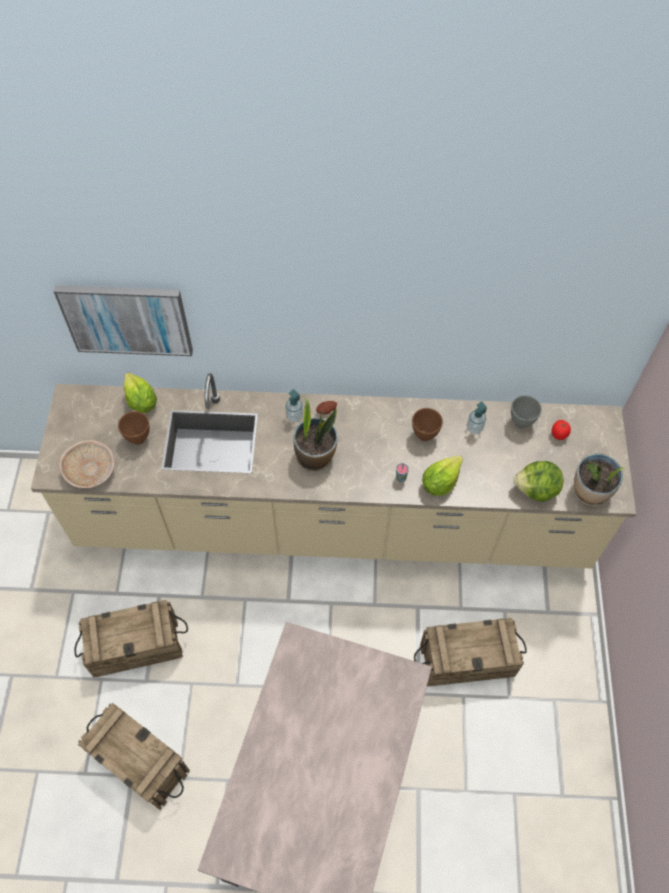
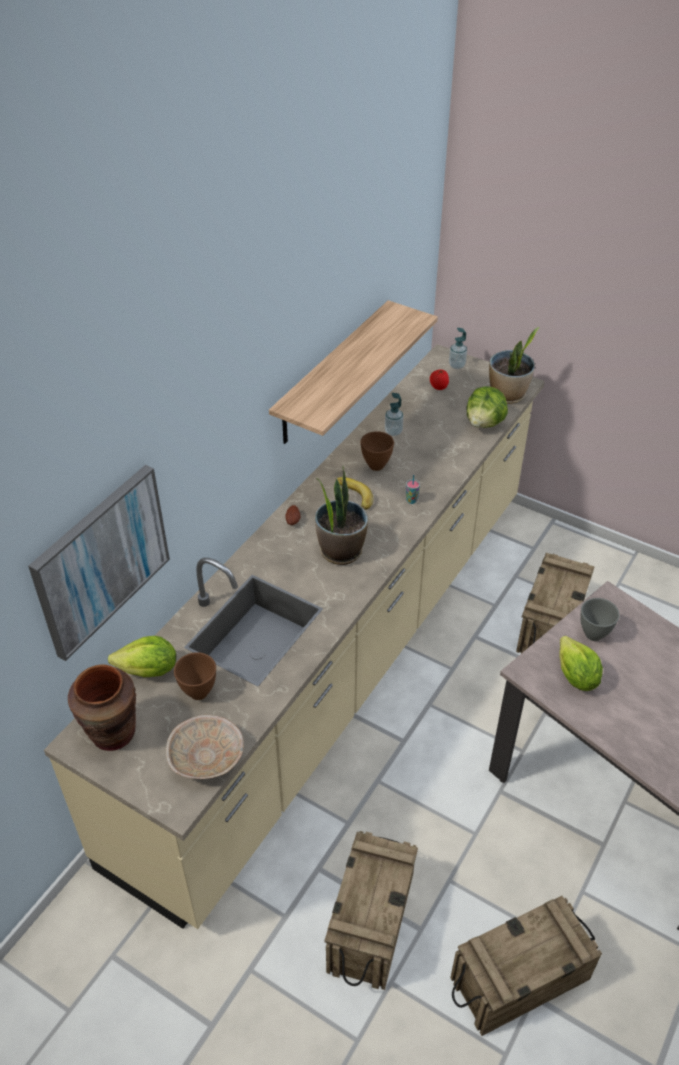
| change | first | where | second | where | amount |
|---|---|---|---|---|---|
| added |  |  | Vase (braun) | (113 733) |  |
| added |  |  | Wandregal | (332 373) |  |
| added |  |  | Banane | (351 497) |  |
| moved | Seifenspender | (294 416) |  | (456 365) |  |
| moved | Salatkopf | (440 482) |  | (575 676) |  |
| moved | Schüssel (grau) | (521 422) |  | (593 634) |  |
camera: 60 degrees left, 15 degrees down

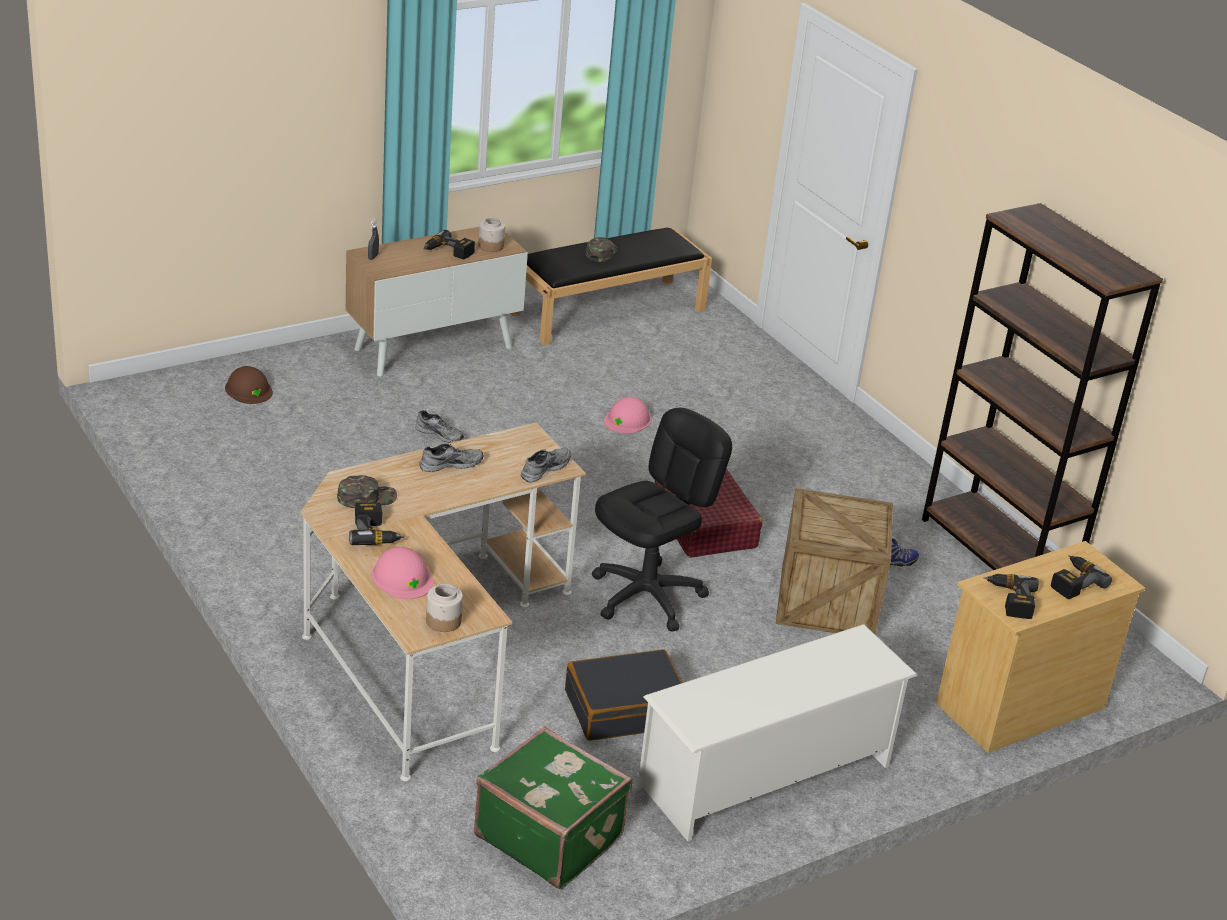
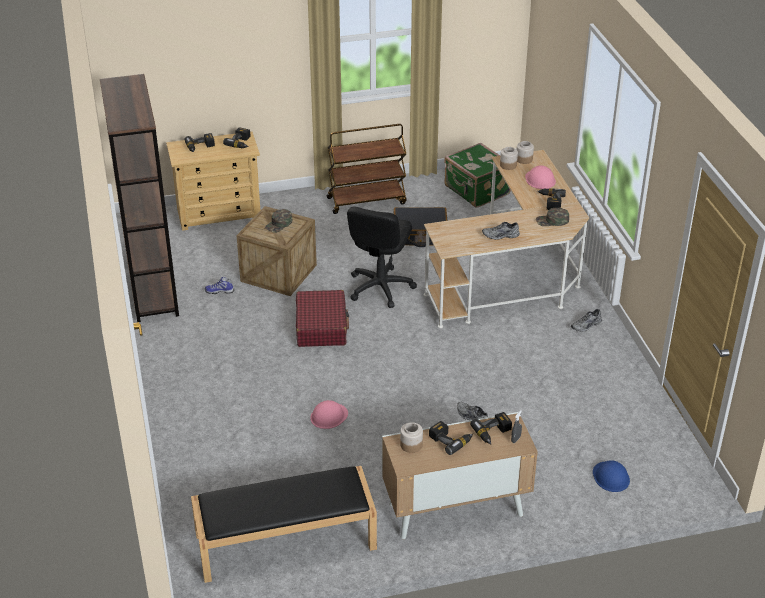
| change | first | where | second | where | amount |
|---|---|---|---|---|---|
| moved | Kappe (grün) | (601 253) |  | (279 224) |  |
| replaced | Schuhregal (weiß) | (766 776) | Rollwagen (braun) | (367 200) |  |
| turned | Bürostuhl (schwarz) | (647 596) |  | (380 287) | 45 degrees counterclockwise |
| added |  |  | Bohrmaschine | (493 433) |  |
| added |  |  | Vorratsglas | (508 165) |  |
| moved | Schuh (grau) | (544 468) |  | (586 325) |  |
| recoloured | Schutzhelm (braun) | (249 389) | Schutzhelm (blau) | (611 477) |  |
camera: 160 degrees left, 5 degrees up

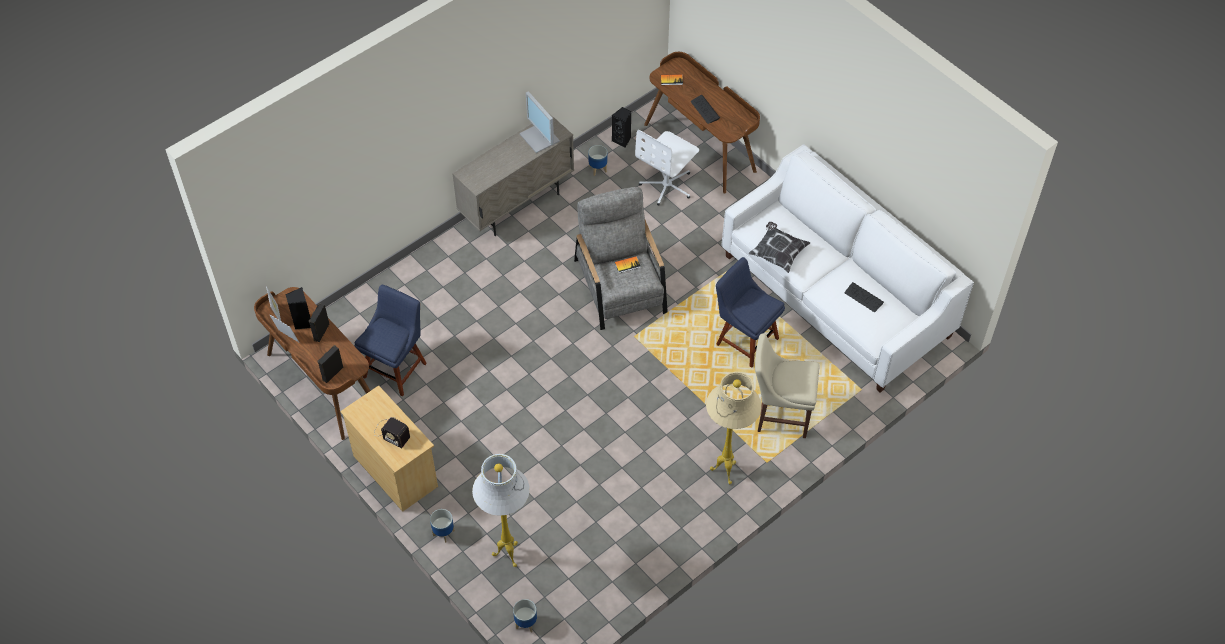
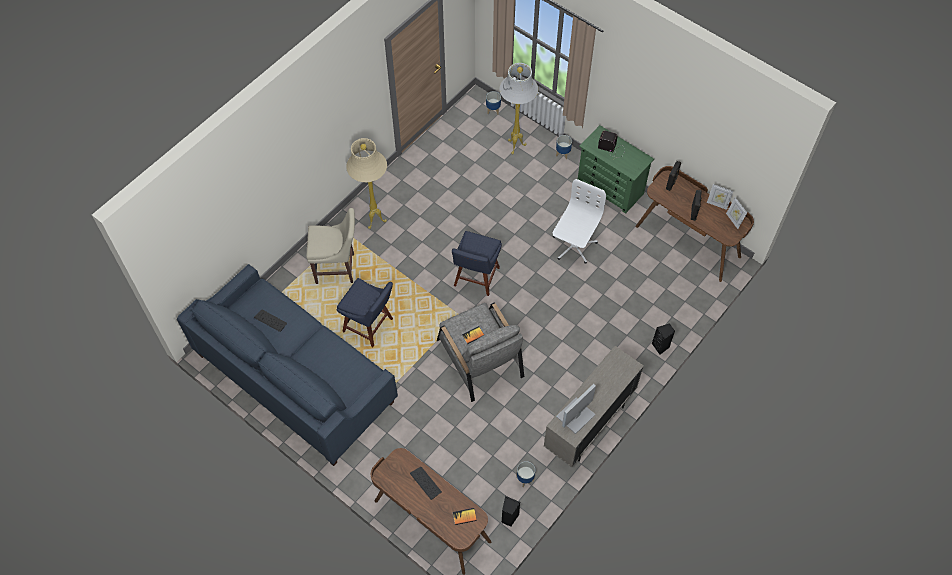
| change | first | where | second | where | amount |
|---|---|---|---|---|---|
| recoloured | Sofa (weiß) | (836 296) | Sofa (blau) | (295 378) |  |
| moved | Stuhl (blau) | (396 367) |  | (475 278) |  |
| moved | Bürostuhl (weiß) | (667 185) |  | (573 245) |  |
| turned | Monitor | (540 138) |  | (575 416) | 90 degrees counterclockwise |
| recoloured | Kommode (beige) | (395 470) | Kommode (grün) | (610 188) |  |
| moved | Lautsprecher (schwarz) | (302 322) |  | (661 346) |  |
| removed | Kissen | (778 253) |  |  |  |
camera: 170 degrees right, 5 degrees up

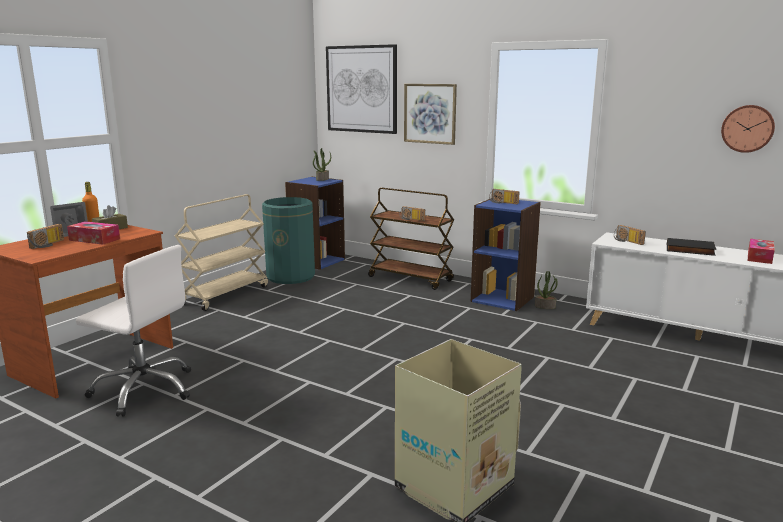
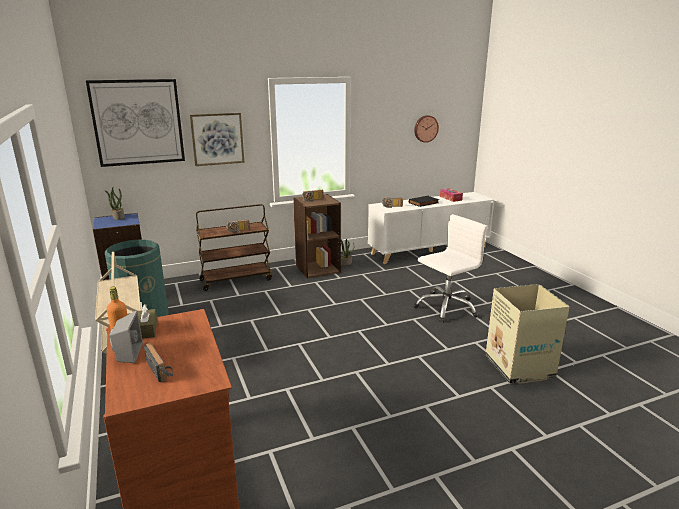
| change | first | where | second | where | amount |
|---|---|---|---|---|---|
| recoloured | Bücherregal (blau) | (503 299) | Bücherregal (braun) | (317 268) |  |
| moved | Bürostuhl (weiß) | (144 389) |  | (446 307) |  |
| removed | Taschentuchbox | (94 239) |  |  |  |
camera: 55 degrees left, 5 degrees up

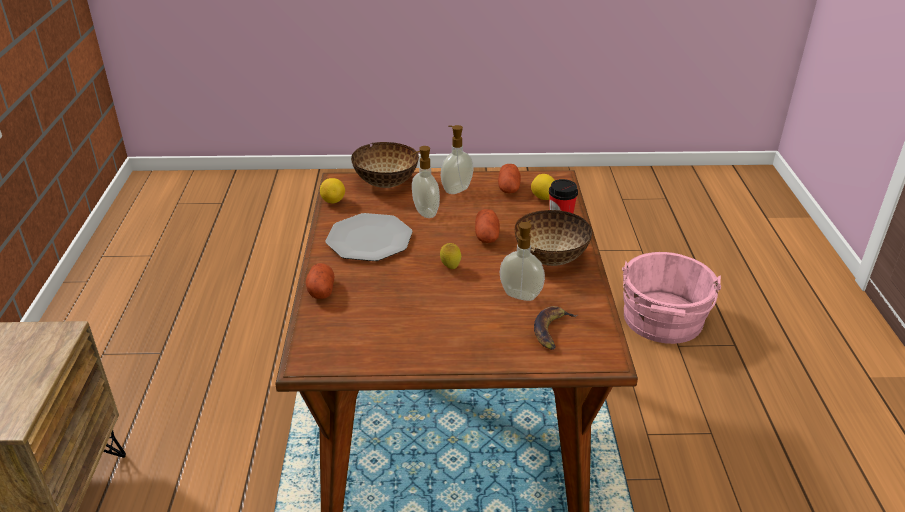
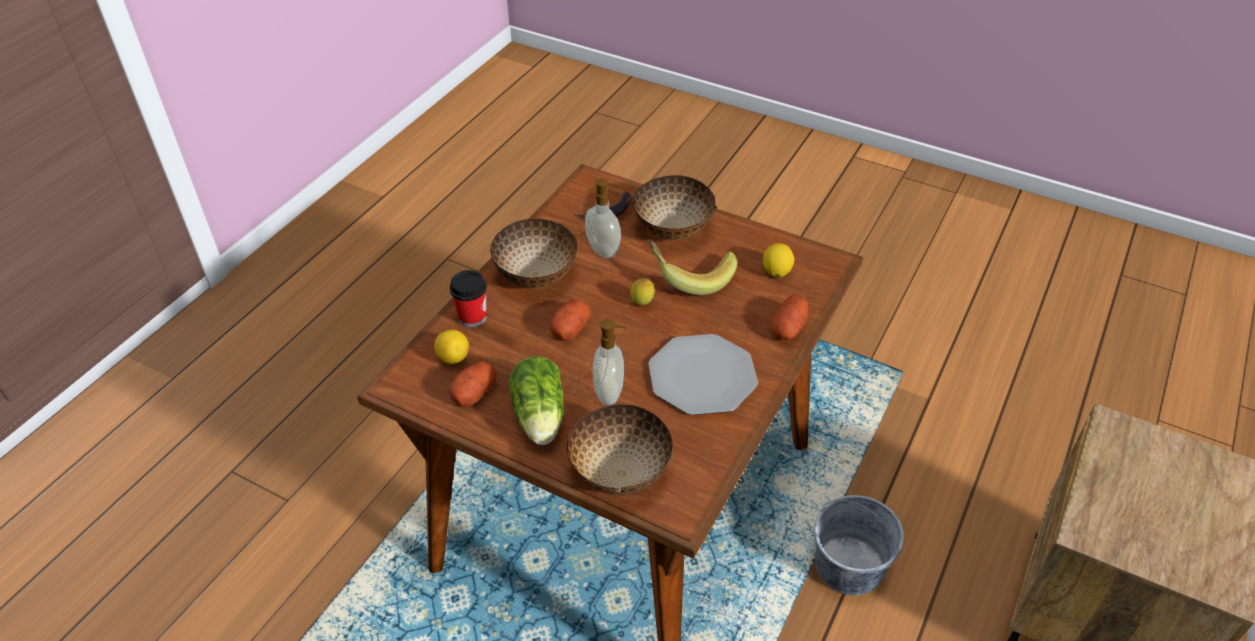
| change | first | where | second | where | amount |
|---|---|---|---|---|---|
| replaced | Seifenspender | (456 189) | Salatkopf | (539 418) |  |
| added |  |  | Schüssel | (672 230) |  |
| added |  |  | Banane | (690 276) |  |
| moved | Zitrone | (333 201) |  | (776 272) |  |
| added |  |  | Eimer (grau) | (849 566) |  |
| removed | Eimer (rosa) | (662 321) |  |  |  |
camera: 150 degrees left, 10 degrees up

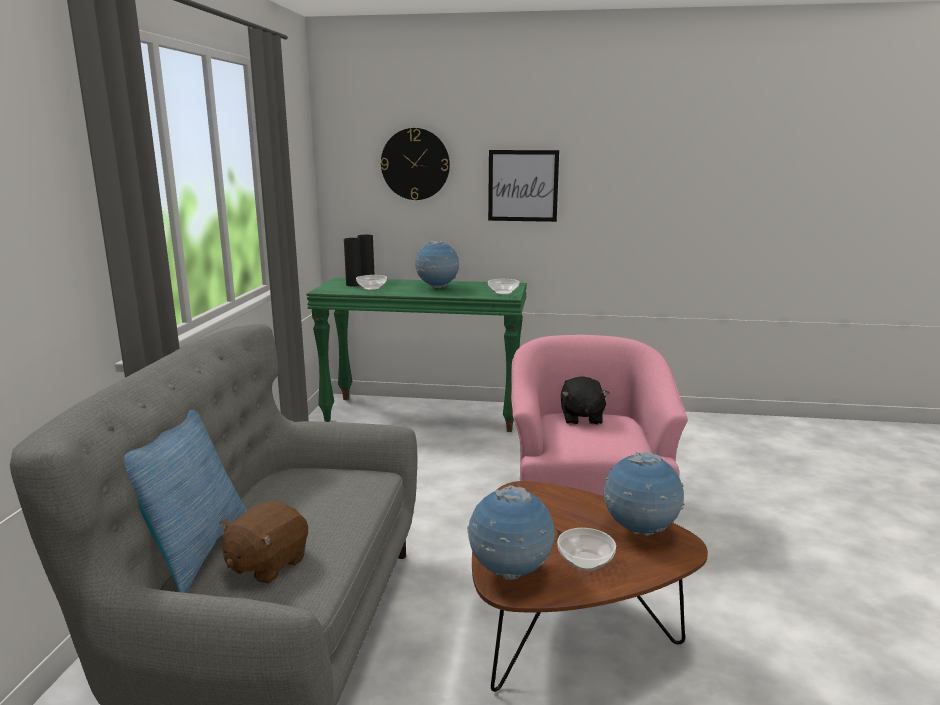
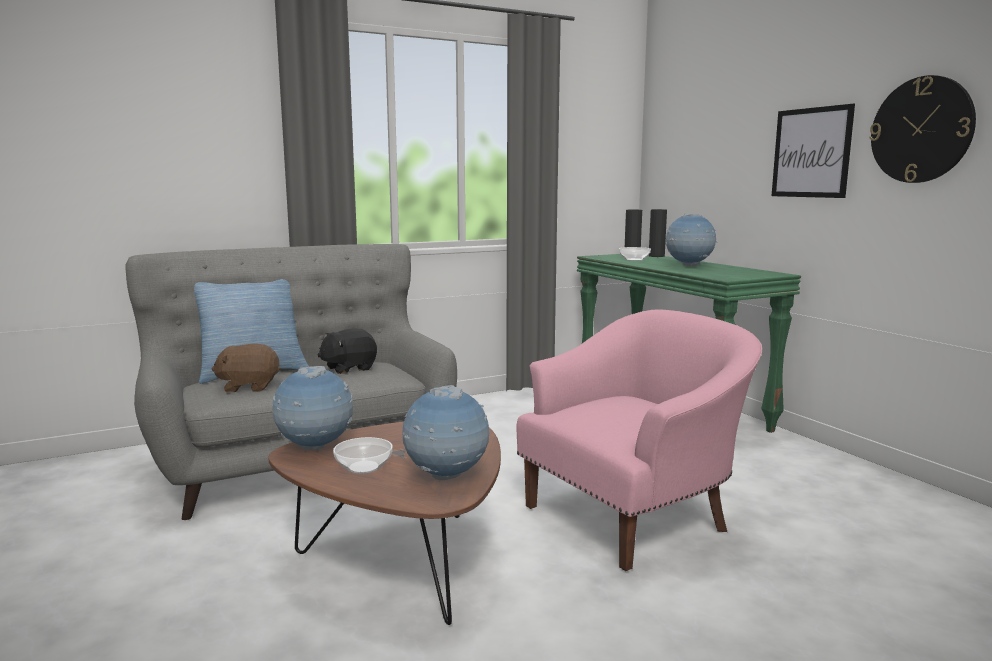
| change | first | where | second | where | amount |
|---|---|---|---|---|---|
| moved | Plüschtier (schwarz) | (581 418) |  | (349 368) |  |
| moved | Wanduhr | (415 164) |  | (921 130) |  |
| removed | Schüssel | (503 293) |  |  |  |
camera: 55 degrees right, 5 degrees down

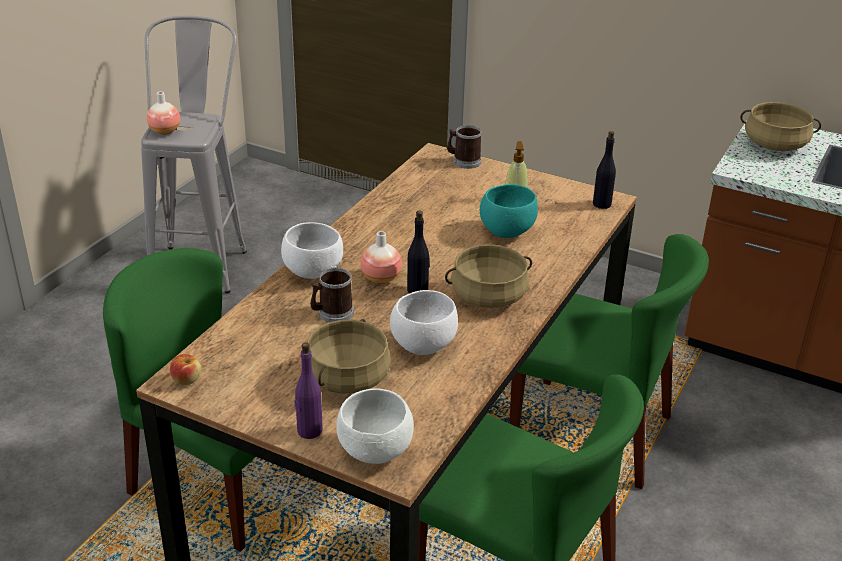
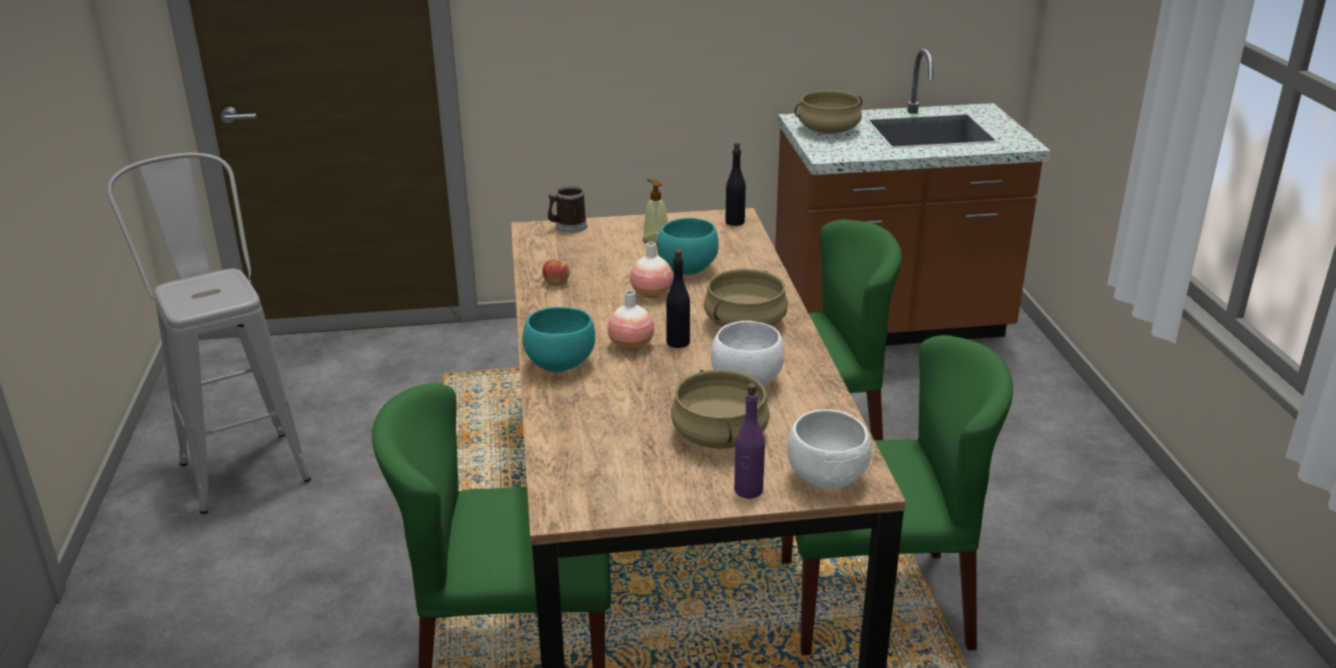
| change | first | where | second | where | amount |
|---|---|---|---|---|---|
| recoloured | Schüssel (weiß) | (314 272) | Schüssel (türkis) | (560 364) |  |
| moved | Apfel | (186 379) |  | (556 282) |  |
| moved | Vase | (165 131) |  | (651 293) |  |
| removed | Henkelbecher | (332 313) |  |  |  |
camera: 35 degrees left, 5 degrees down

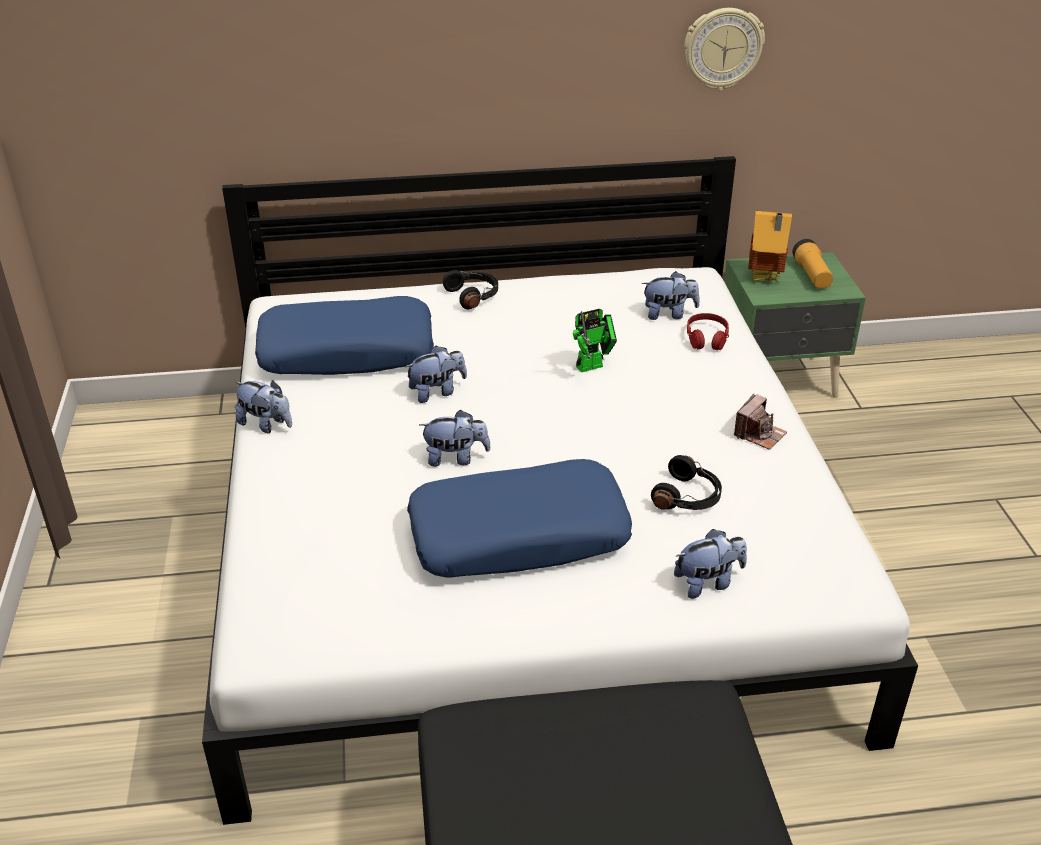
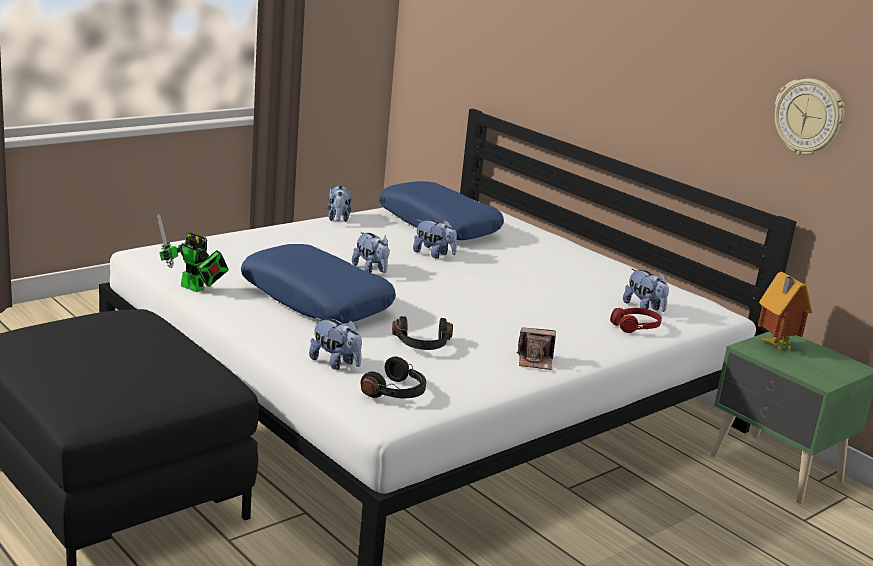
| change | first | where | second | where | amount |
|---|---|---|---|---|---|
| moved | Spielzeugroboter | (593 365) |  | (195 288) |  |
| moved | Kopfhörer (schwarz) | (473 296) |  | (396 393) |  |
| removed | Taschenlampe | (811 275) |  |  |  |
camera: 55 degrees right, 15 degrees down

